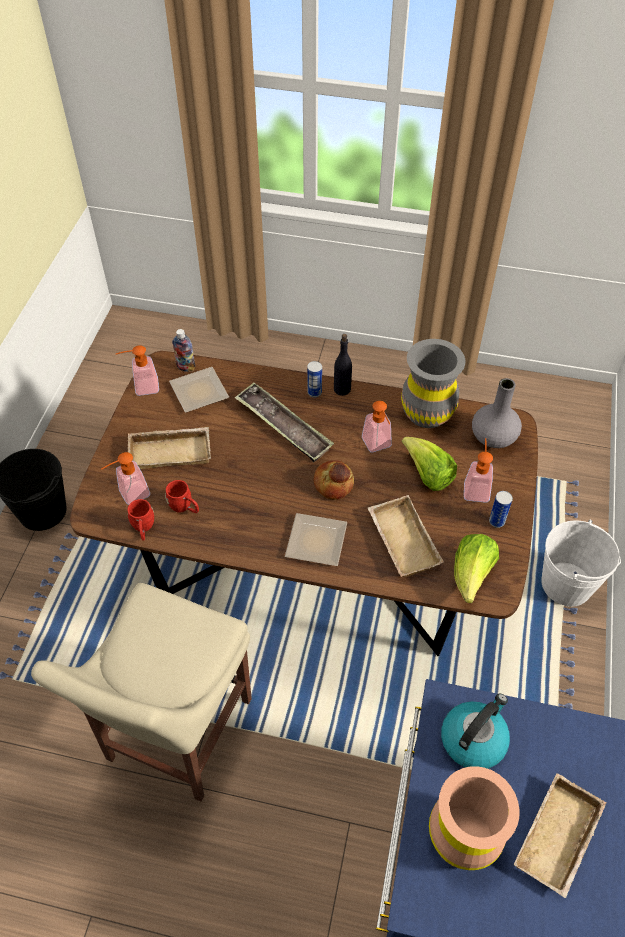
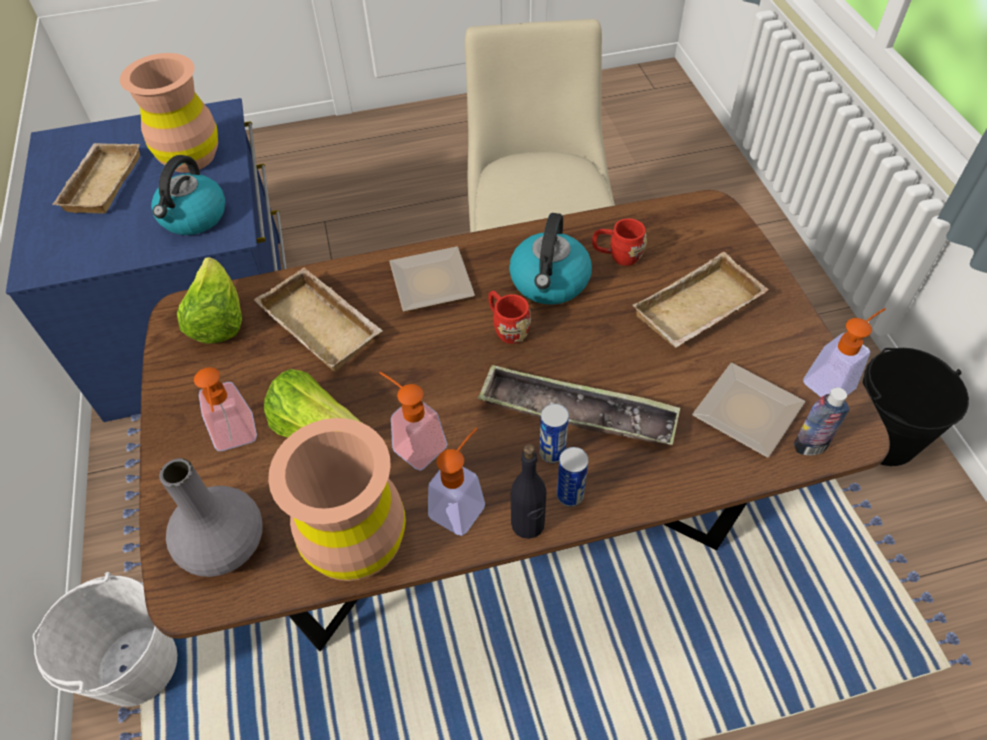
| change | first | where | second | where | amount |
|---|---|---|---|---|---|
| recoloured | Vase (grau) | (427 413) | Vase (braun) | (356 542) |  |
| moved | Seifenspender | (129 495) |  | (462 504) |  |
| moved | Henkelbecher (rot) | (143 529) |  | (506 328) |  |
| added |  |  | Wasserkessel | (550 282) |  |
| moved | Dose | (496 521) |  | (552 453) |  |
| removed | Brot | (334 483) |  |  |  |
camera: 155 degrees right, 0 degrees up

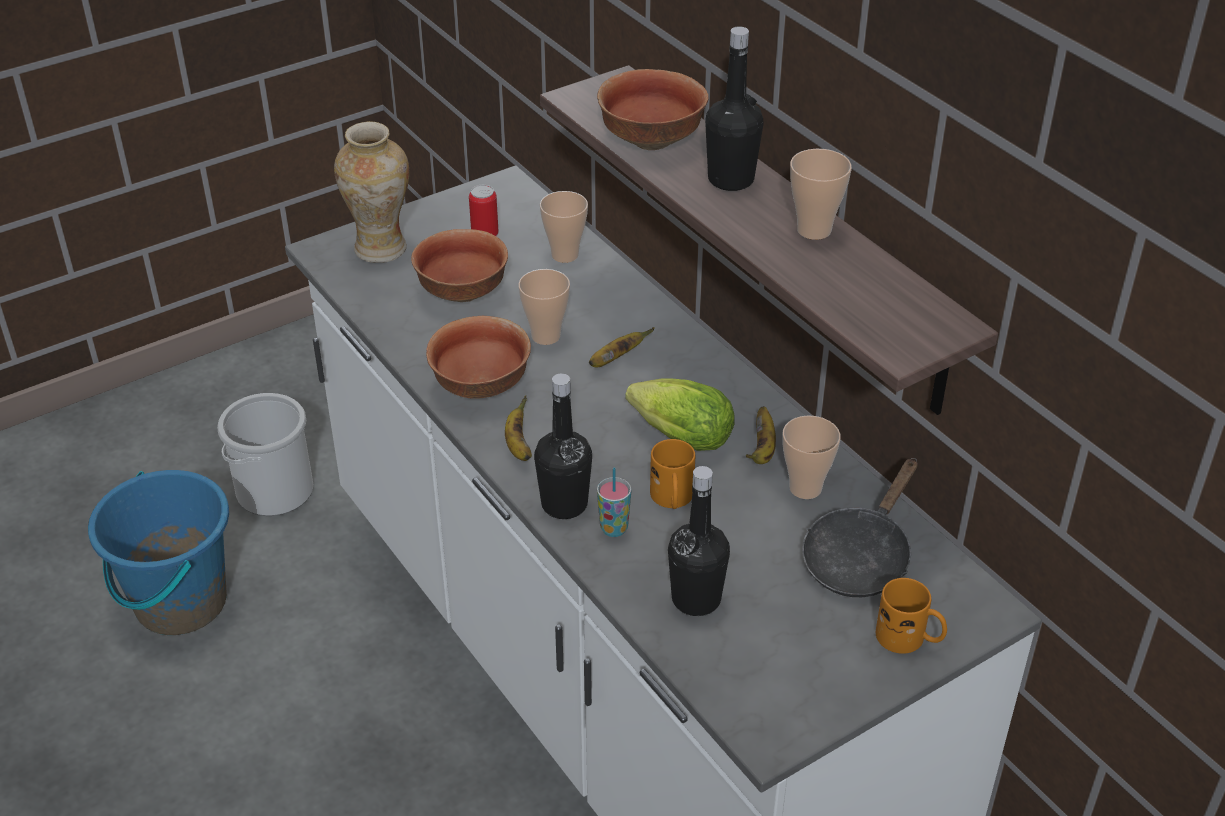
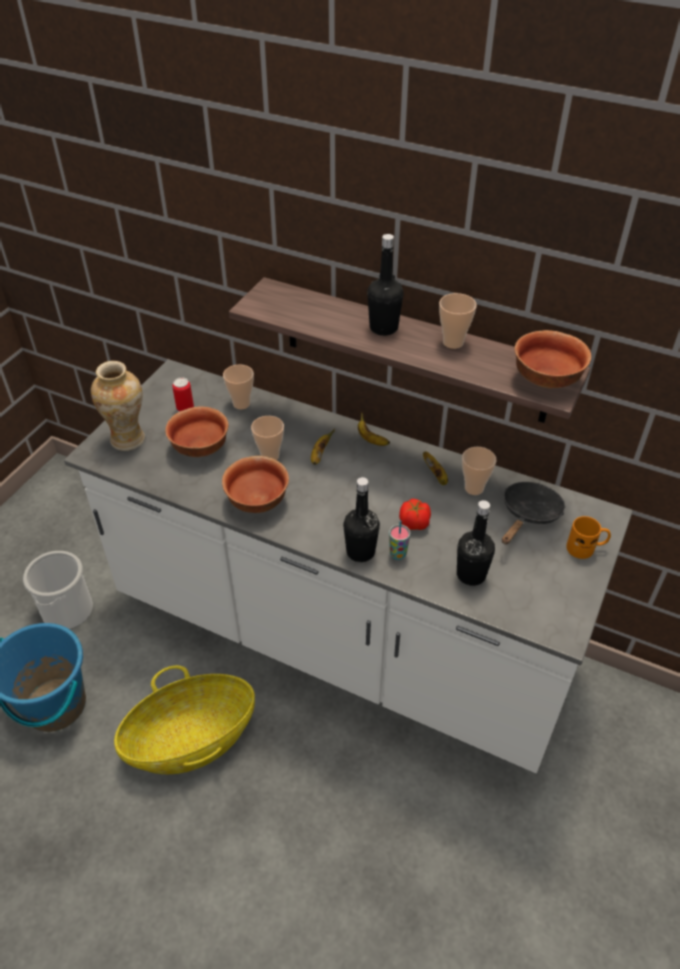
| change | first | where | second | where | amount |
|---|---|---|---|---|---|
| added |  |  | Korb | (191 739) |  |
| moved | Banane | (518 445) |  | (371 439) |  |
| replaced | Henkelbecher (orange) | (673 500) | Tomate | (414 524) |  |
| turned | Pfanne (schwarz) | (860 556) |  | (529 514) | 150 degrees counterclockwise |
| moved | Schüssel | (650 139) |  | (545 379) |  |
| removed | Salatkopf | (676 436) |  |  |  |
camera: 30 degrees left, 5 degrees up

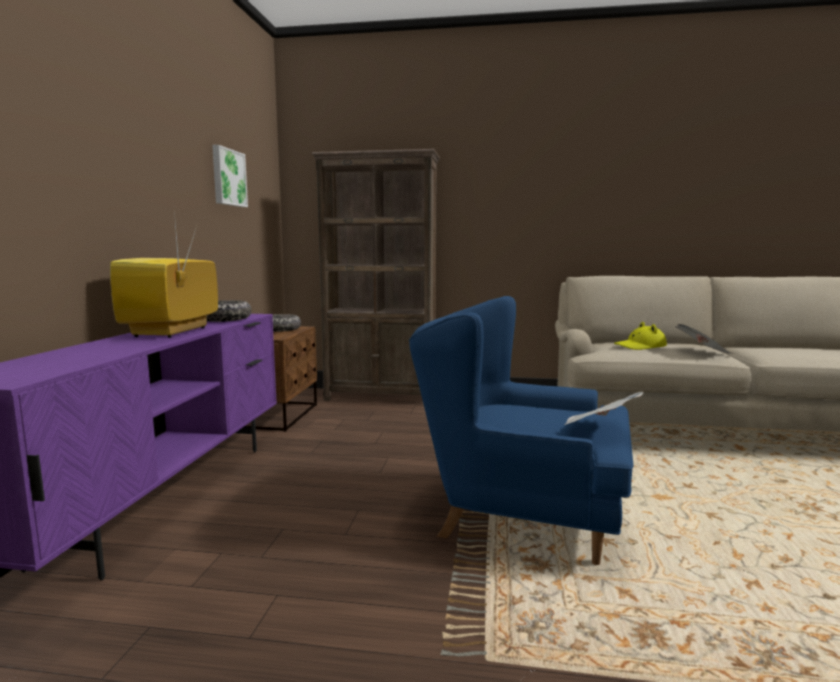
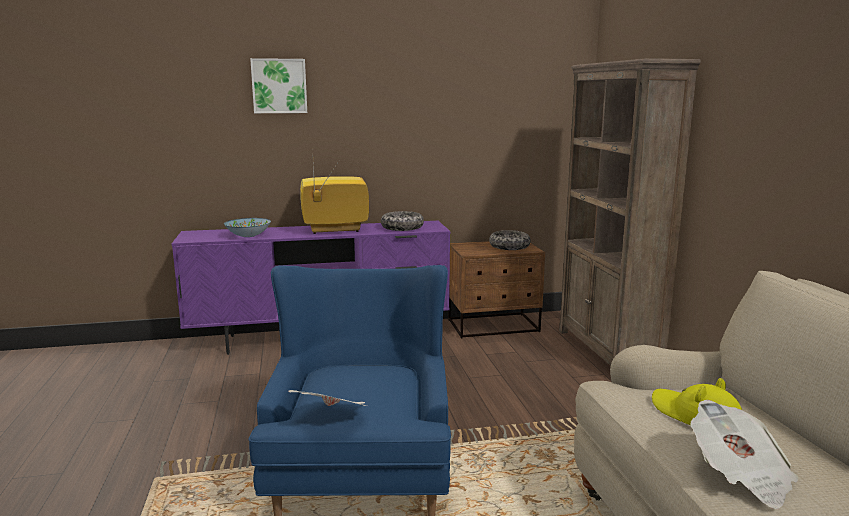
| change | first | where | second | where | amount |
|---|---|---|---|---|---|
| added |  |  | Schüssel | (248 236) |  |
| moved | Bild | (228 177) |  | (279 86) |  |
camera: 70 degrees right, 5 degrees up

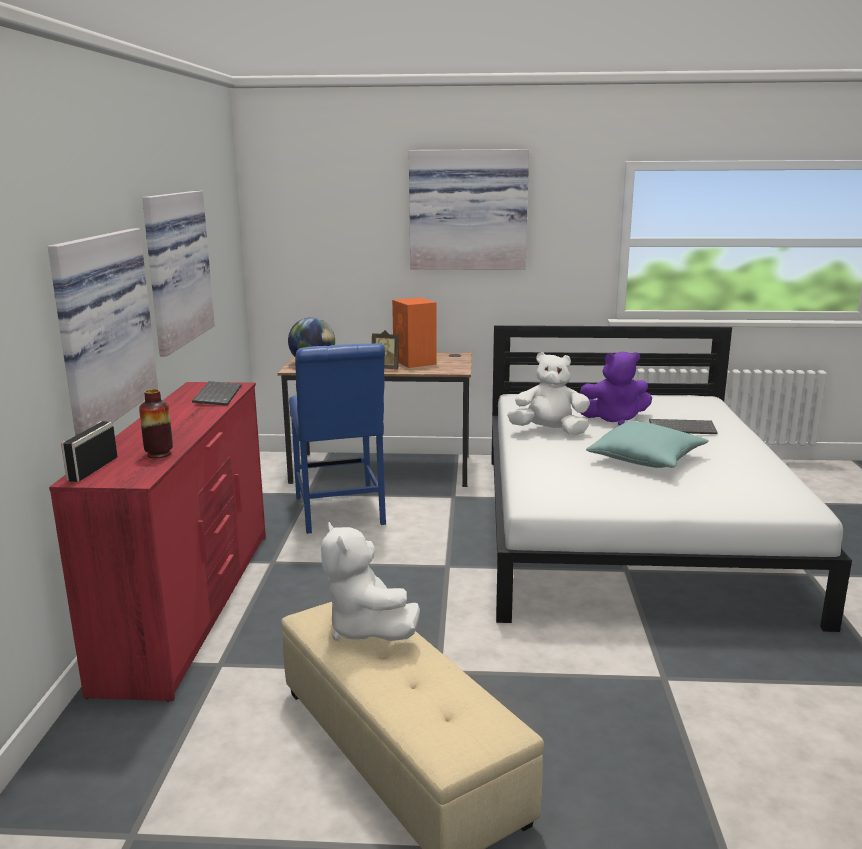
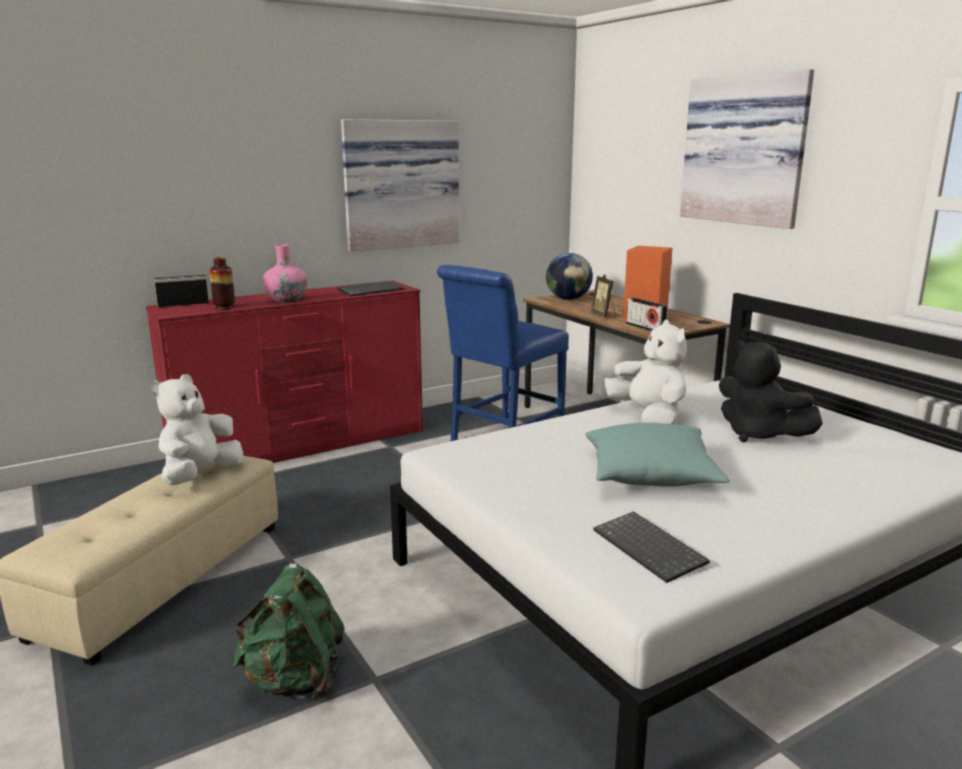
| change | first | where | second | where | amount |
|---|---|---|---|---|---|
| added |  |  | Rucksack (grün) | (294 681) |  |
| added |  |  | Vase (rosa) | (286 300) |  |
| moved | Tastatur | (683 428) |  | (651 548) |  |
| added |  |  | Radio | (645 328) |  |
| recoloured | Plüschtier (lila) | (614 419) | Plüschtier (schwarz) | (758 435) |  |
| removed | Bild | (99 327) |  |  |  |
camera: 55 degrees right, 0 degrees up

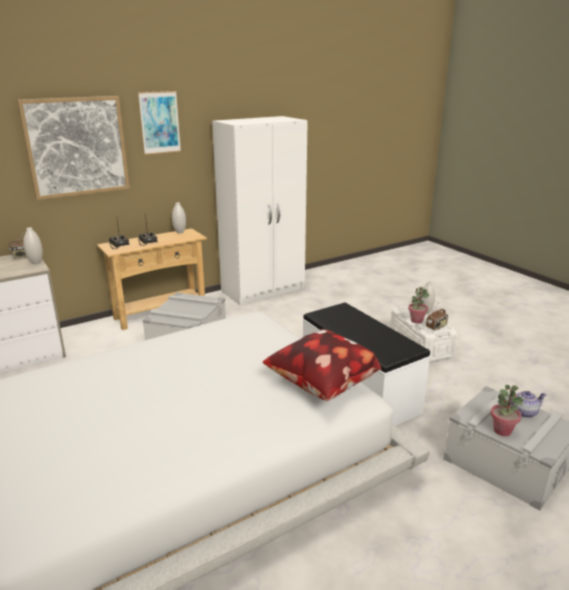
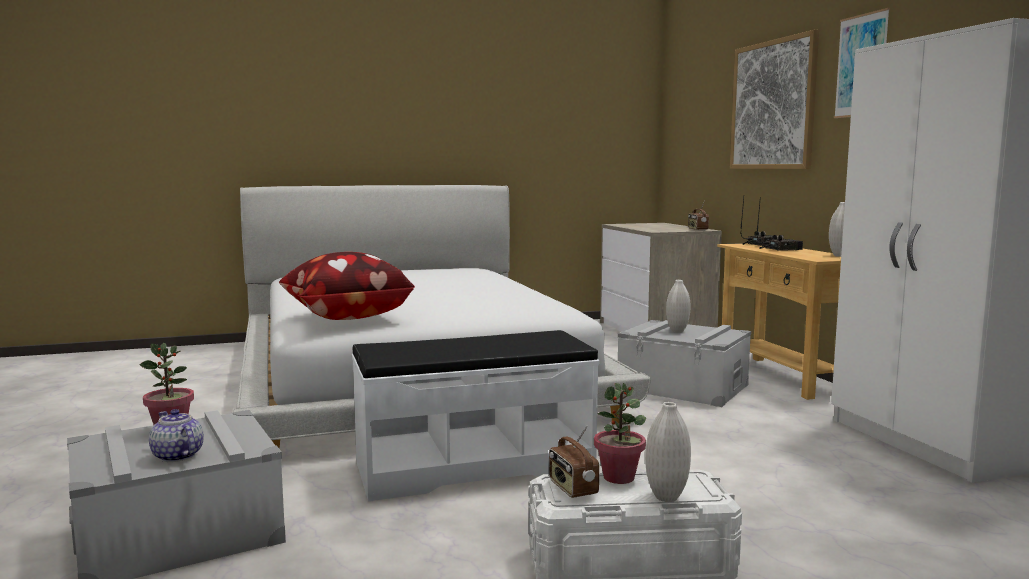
| change | first | where | second | where | amount |
|---|---|---|---|---|---|
| turned | Teekanne | (523 412) |  | (177 456) | 135 degrees clockwise |
| moved | Vase (weiß) | (36 262) |  | (677 331) |  |
camera: 105 degrees right, 15 degrees down

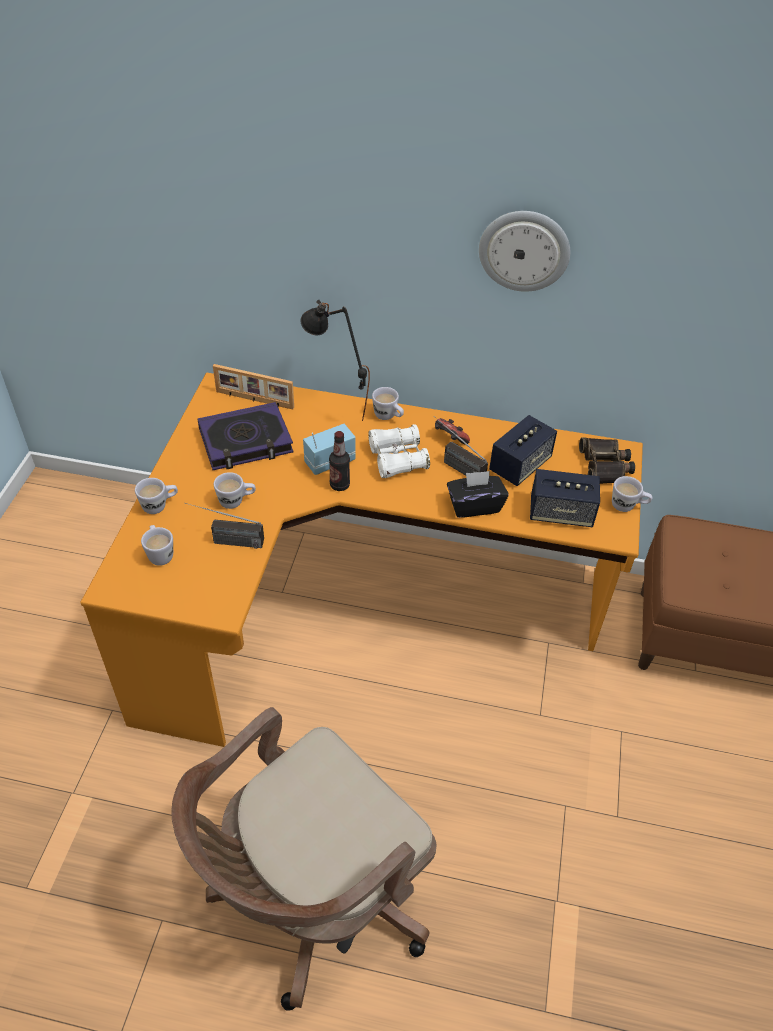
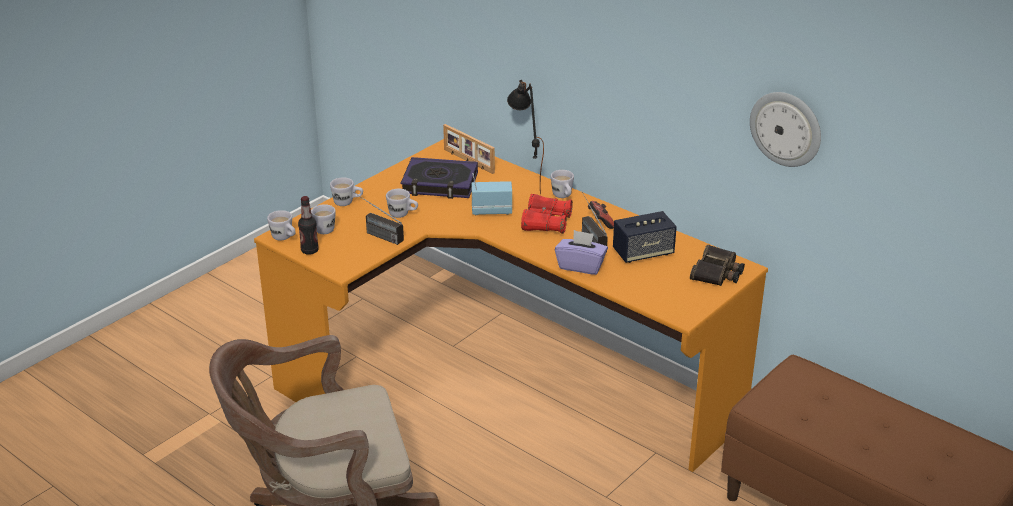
| change | first | where | second | where | amount |
|---|---|---|---|---|---|
| moved | Henkelbecher (weiß) | (628 506) |  | (284 238) |  |
| moved | Flasche | (339 485) |  | (309 251) |  |
| recoloured | Fernglas (weiß) | (397 459) | Fernglas (rot) | (546 223) |  |
| recoloured | Taschentuchbox (schwarz) | (474 505) | Taschentuchbox (lila) | (581 266) |  |
| moved | Wanduhr | (524 250) |  | (786 128) |  |
| removed | Lautsprecher | (560 513) |  |  |  |
camera: 30 degrees right, 15 degrees down

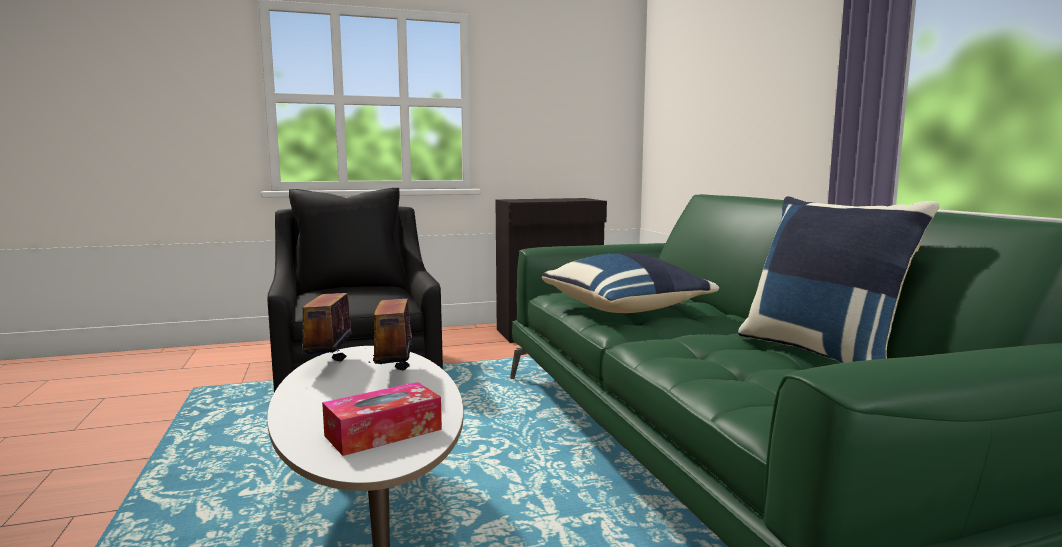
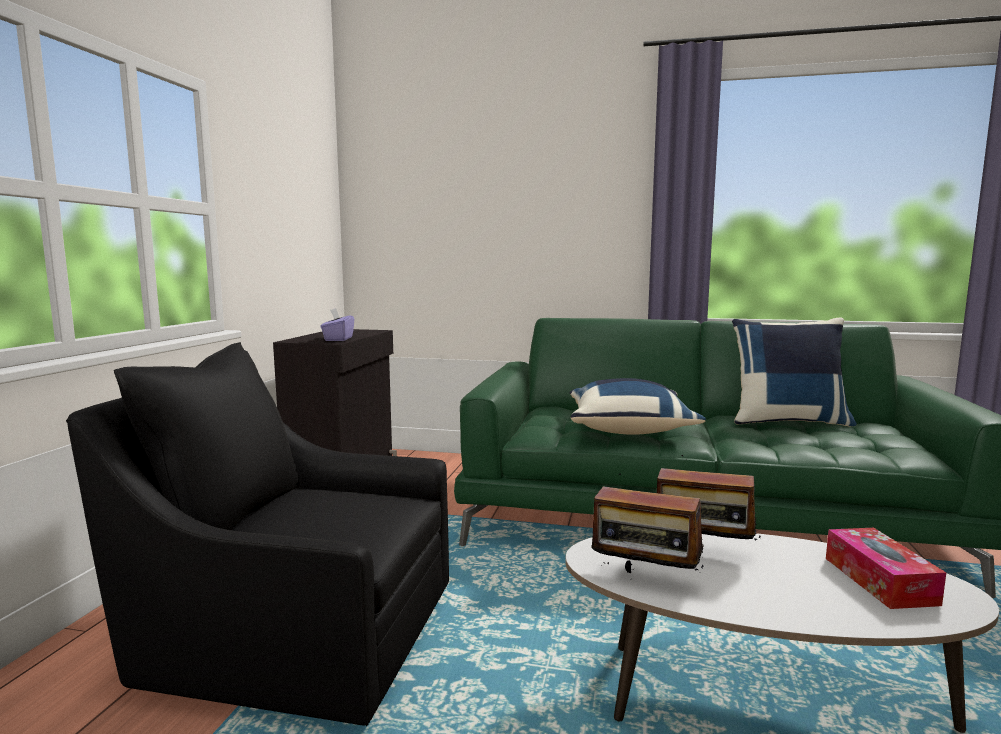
| change | first | where | second | where | amount |
|---|---|---|---|---|---|
| added |  |  | Taschentuchbox (lila) | (338 339) |  |
camera: 60 degrees left, 0 degrees up

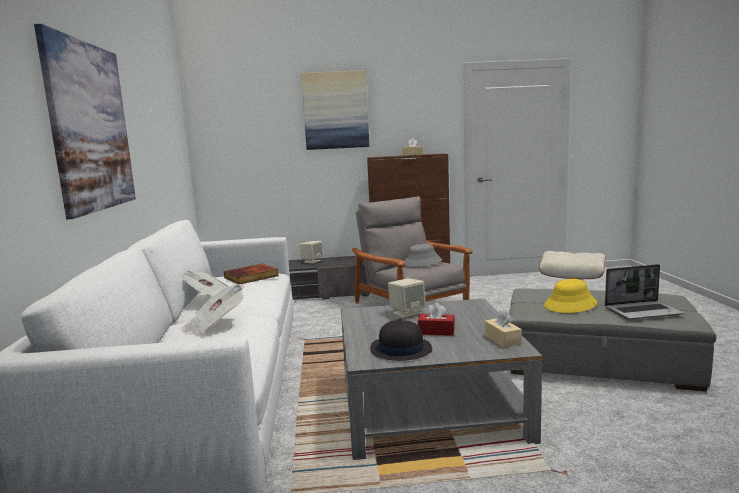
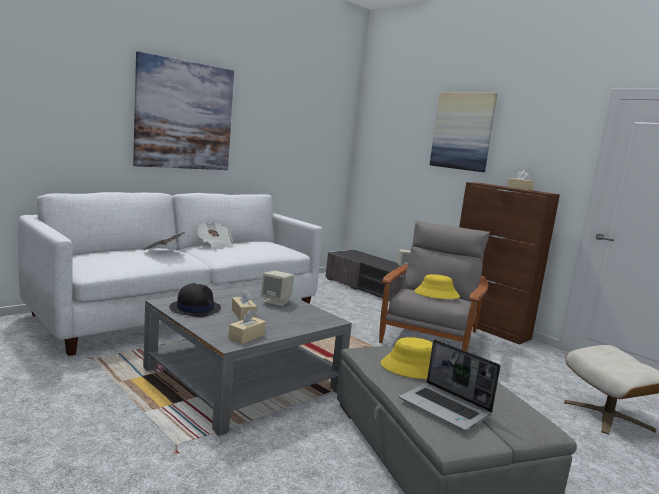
| change | first | where | second | where | amount |
|---|---|---|---|---|---|
| recoloured | Taschentuchbox (rot) | (436 331) | Taschentuchbox (beige) | (243 314) |  |
| recoloured | Hut (grau) | (422 263) | Hut (gelb) | (436 294) |  |
| removed | Buch | (251 277) |  |  |  |
camera: 50 degrees right, 0 degrees up

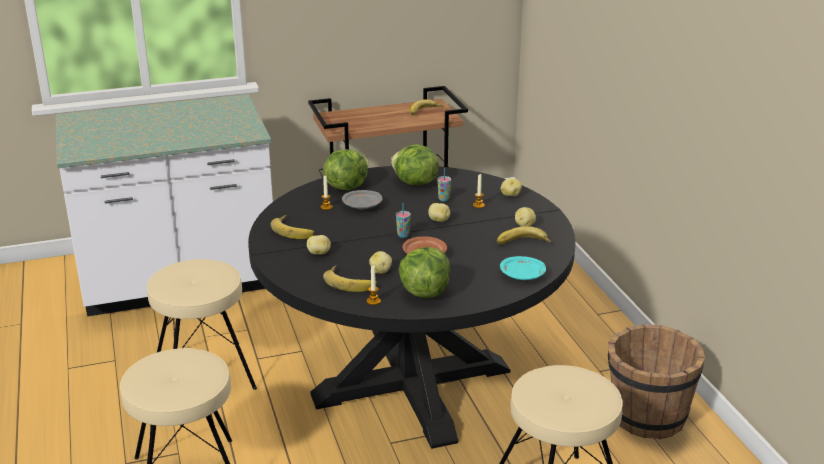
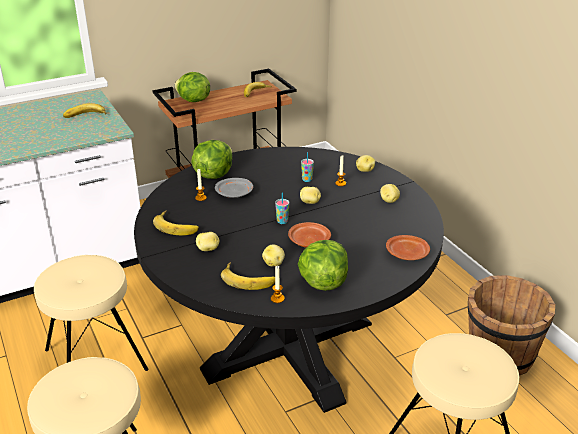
| change | first | where | second | where | amount |
|---|---|---|---|---|---|
| moved | Banane | (523 243) |  | (85 116) |  |
| moved | Salatkopf | (414 183) |  | (193 101) |  |
| recoloured | Teller (türkis) | (523 275) | Teller (braun) | (407 254) |  |
camera: 10 degrees left, 5 degrees up

